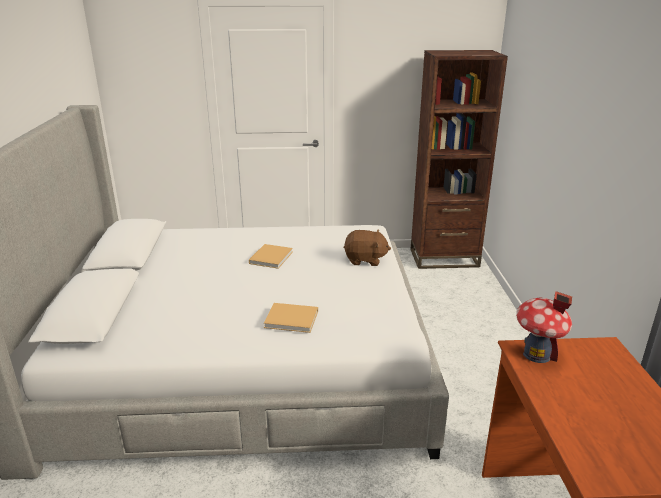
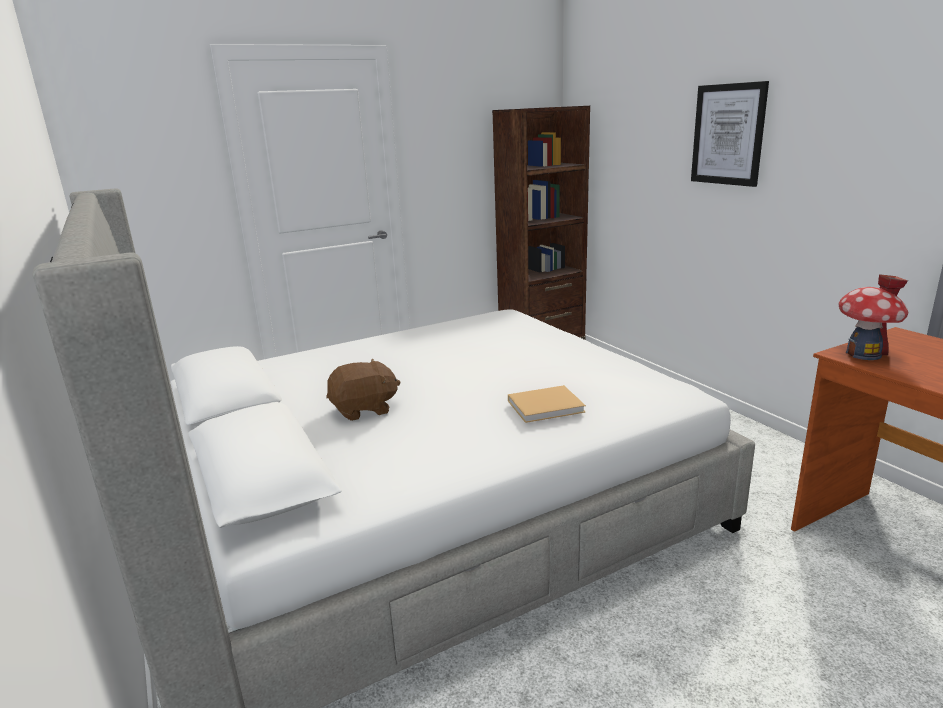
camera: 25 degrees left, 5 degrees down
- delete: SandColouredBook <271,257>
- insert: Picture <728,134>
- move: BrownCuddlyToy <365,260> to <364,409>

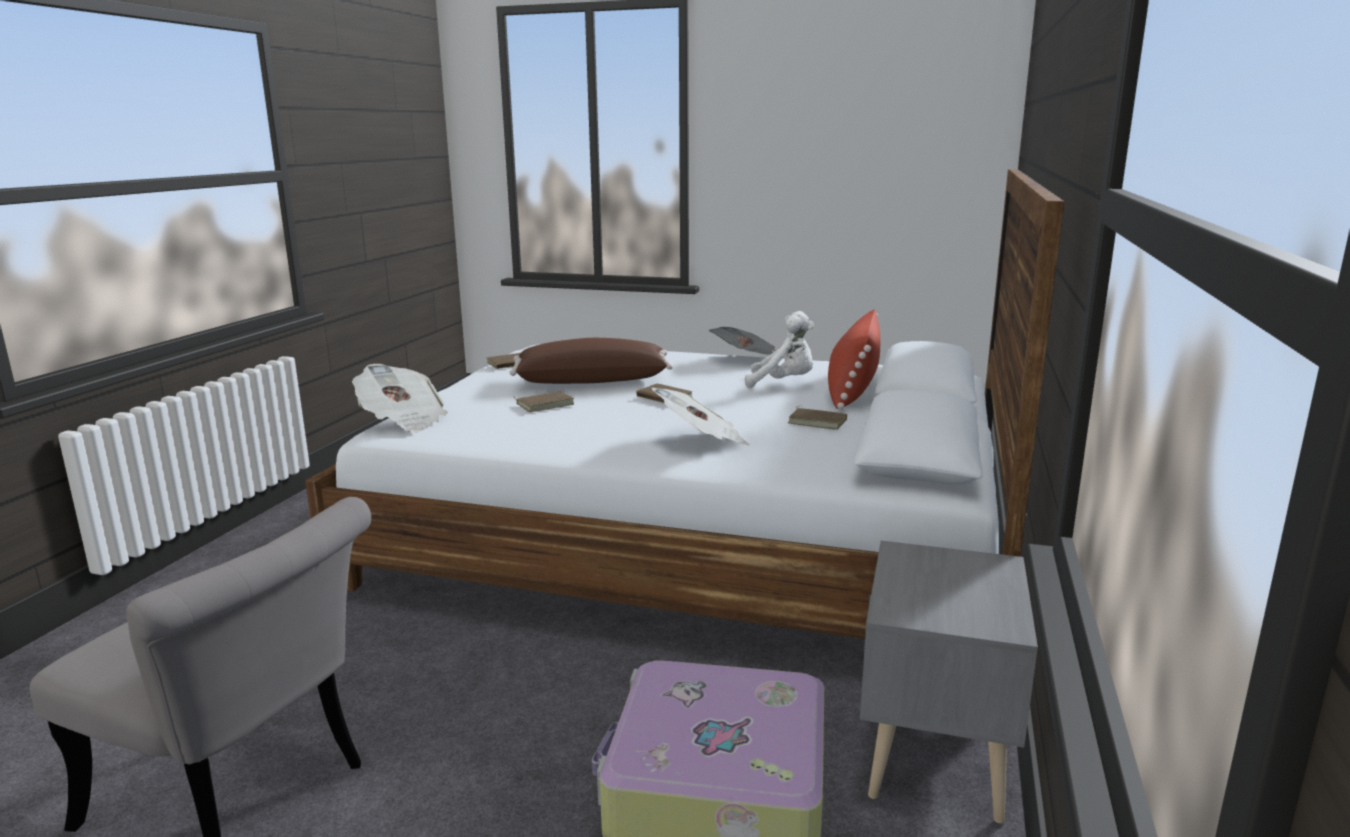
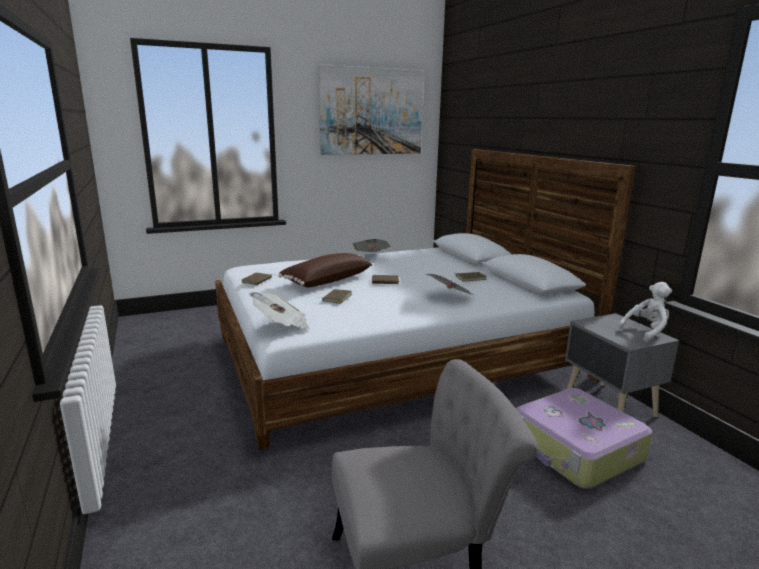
camera: 40 degrees left, 0 degrees up
- delete: RedThrowPillow <852,388>
- insert: Picture <371,111>
- move: WhiteColouredCuddlyToy <783,383> to <646,331>

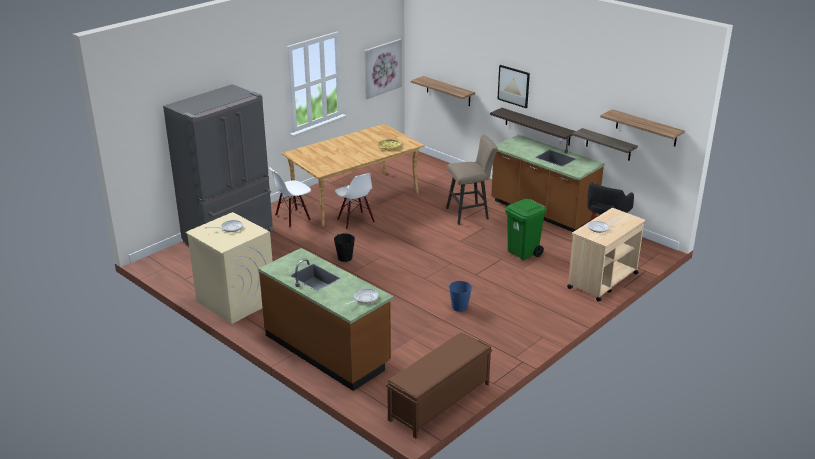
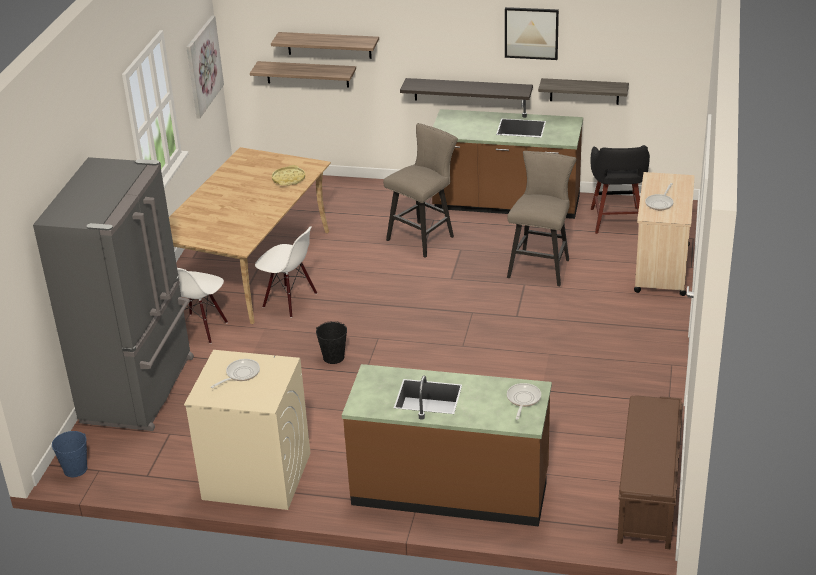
camera: 30 degrees left, 5 degrees up
- move: BluePail <459,307> to <75,469>
- move: Picture <513,86> to <531,33>
- move: BracketShelf <646,128> to <329,45>
- replace: GreenTrashCan <523,253> to SandColouredStool <541,266>

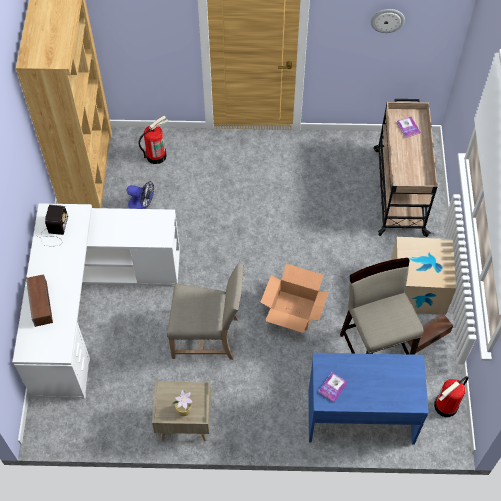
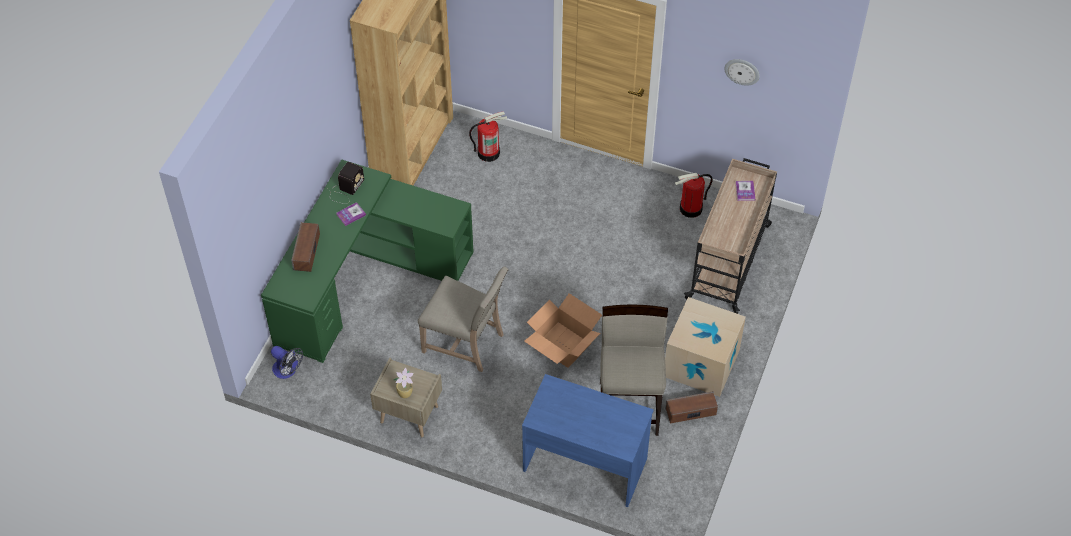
camera: 20 degrees right, 5 degrees down
- move: Fan <142,205> to <287,371>
- move: Book <332,387> to <351,214>
- move: Extinguisher <446,406> to <691,209>
- recolor: WhiteColouredDesk <90,303> to GreenDesk <363,277>

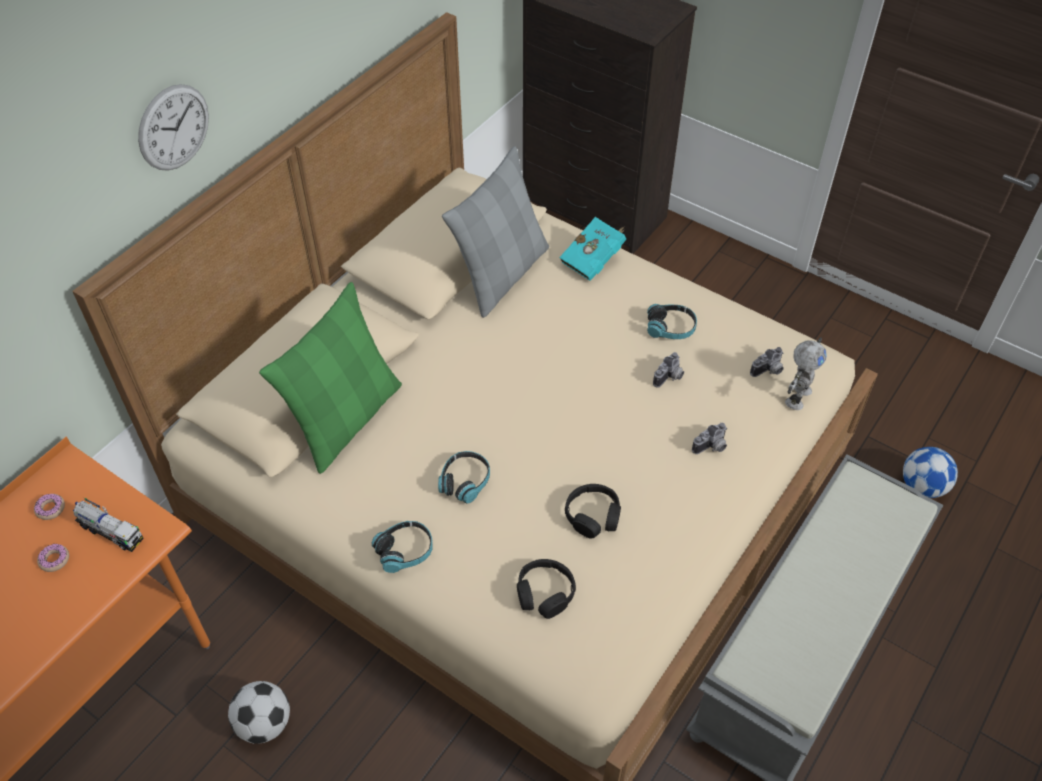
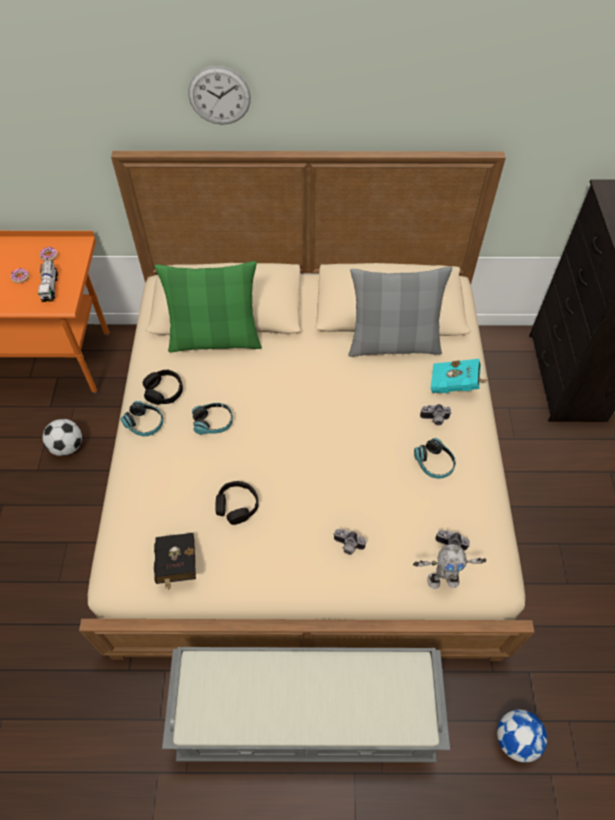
camera: 55 degrees right, 5 degrees up
- insert: BlackBook <177,566>
- move: BlackPairOfHeadphones <545,593> to <164,391>
- move: StillCamera <670,378> to <434,420>

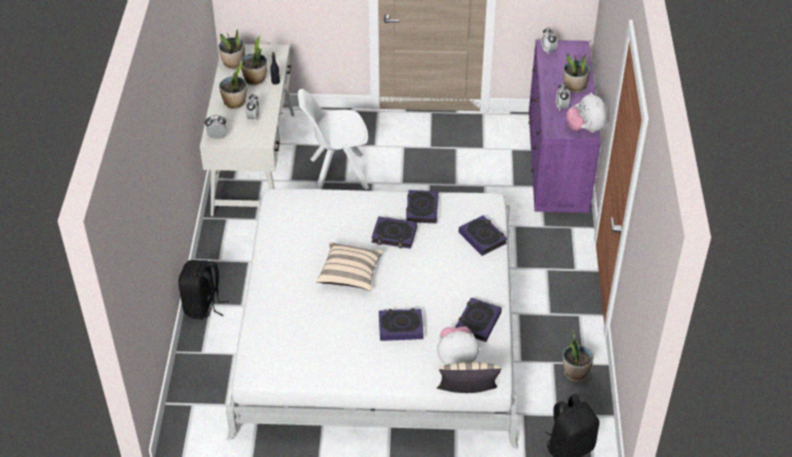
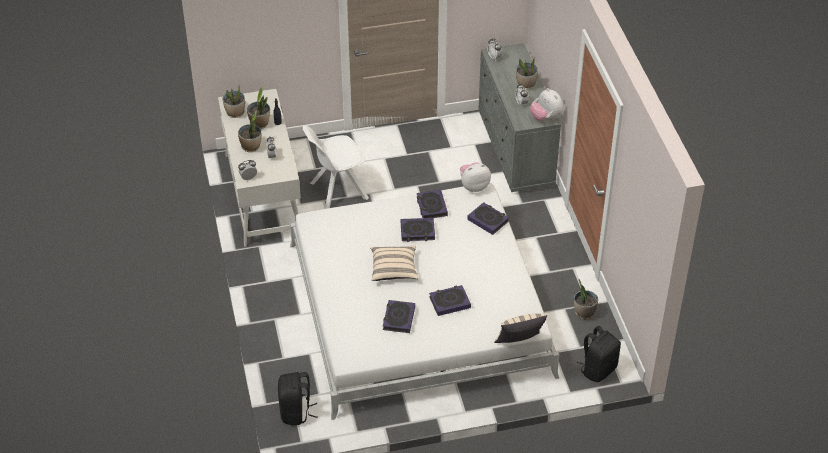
camera: 15 degrees left, 0 degrees up
- move: BlackRucksack <203,306> to <296,412>
- move: CuddlyToy <456,358> to <474,186>
- move: Book <478,322> to <398,318>
- recolor: PurpleColouredChestOfDrawers <557,164> to GreyishChestOfDrawers <515,149>

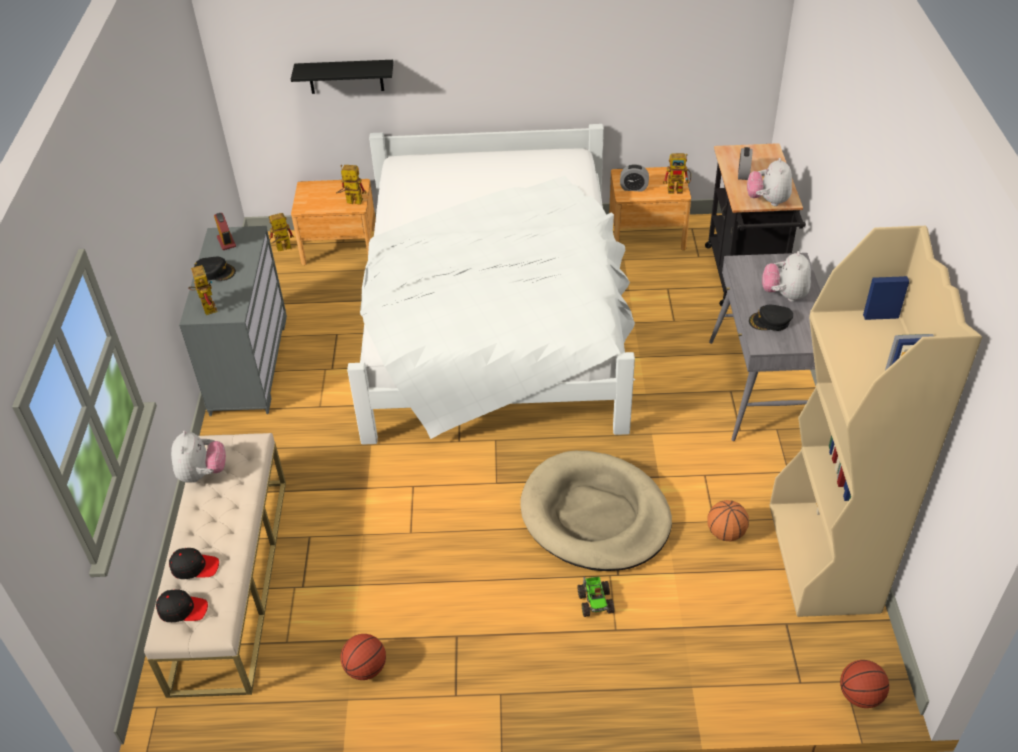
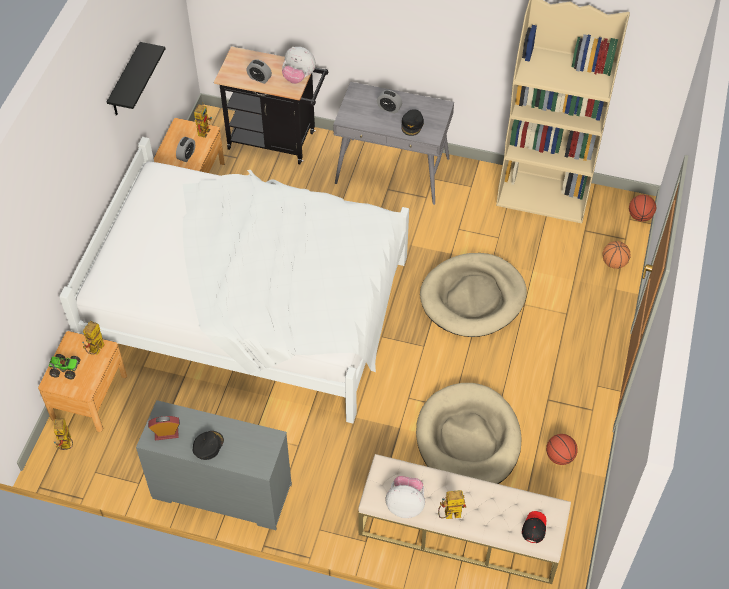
camera: 75 degrees left, 10 degrees up
- delete: BlackBaseballCap <194,567>
- insert: SandColouredPetBed <468,439>
- move: ToyRobot <206,306> to <449,515>
- move: BlackBracketShelf <346,76> to <125,81>
- move: ModelTruck <595,602> to <65,369>
- move: BasketballBall <725,533> to <614,263>
- replace: CuddlyToy <784,295> to BedsideClock <389,108>

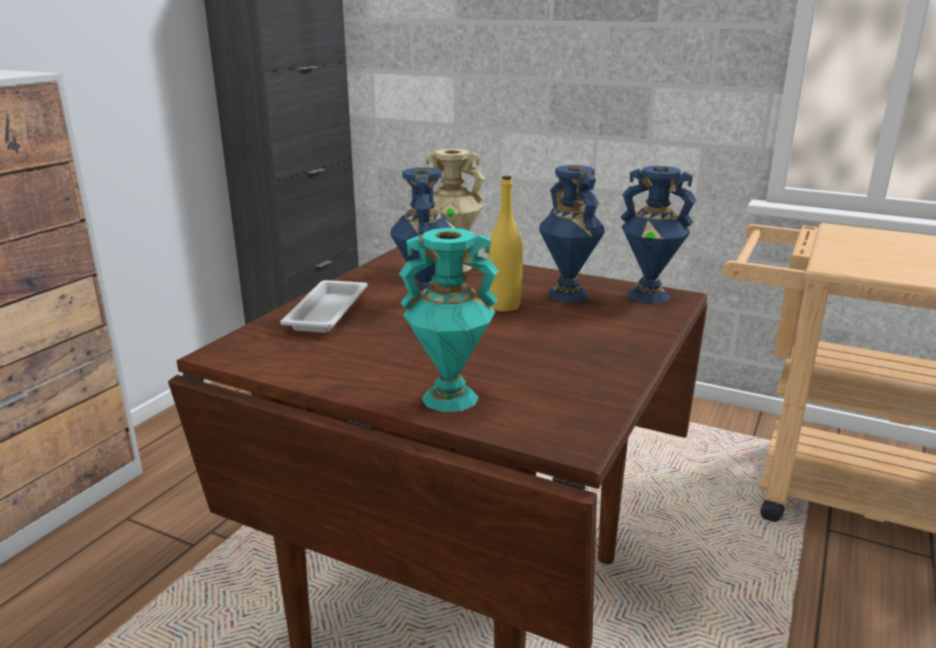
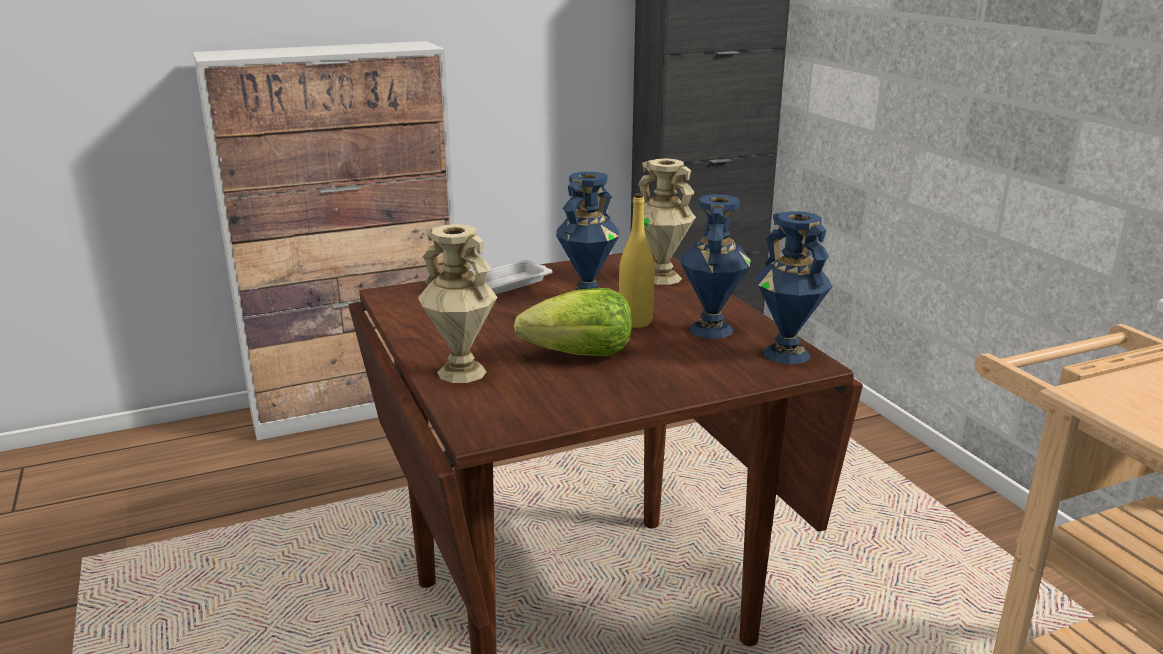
camera: 40 degrees right, 0 degrees up
- insert: Lettuce <580,355>
- recolor: TurquoiseColouredFlowerVase <449,398> to SandColouredFlowerVase <460,372>

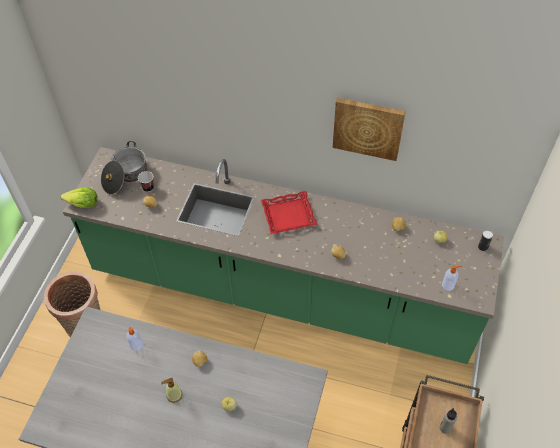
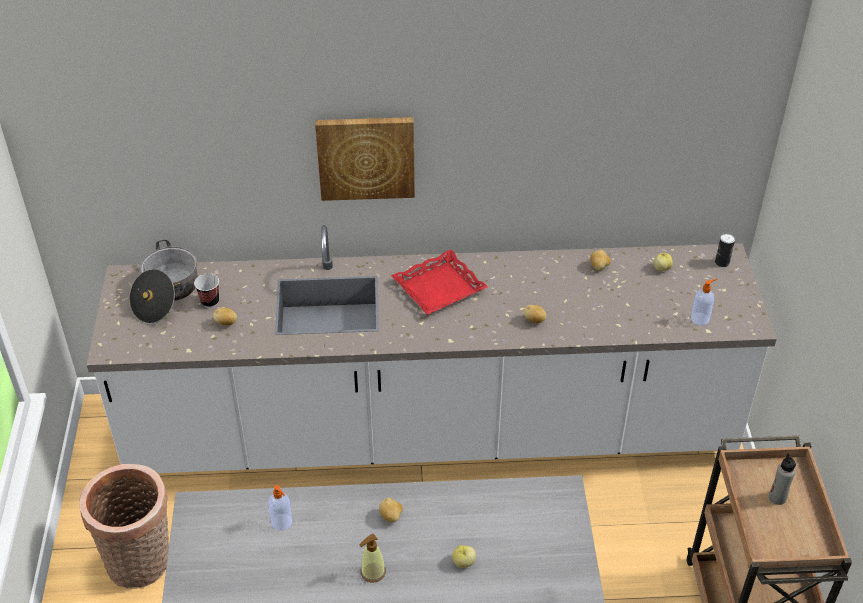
camera: 20 degrees left, 10 degrees down
- delete: Lettuce <82,204>
- move: Picture <368,128> to <366,157>
- recolor: GreenCounter <281,292> to WhiteColouredCounter <431,433>

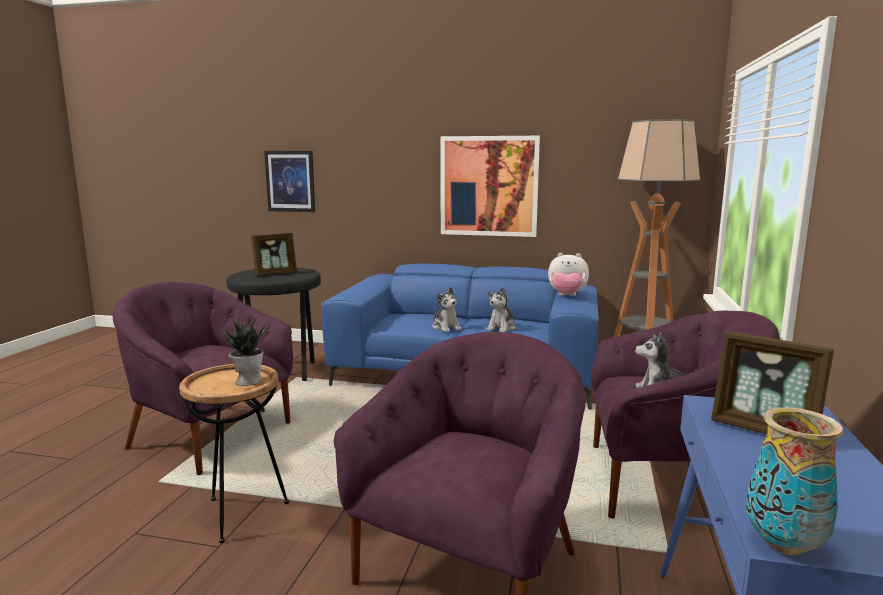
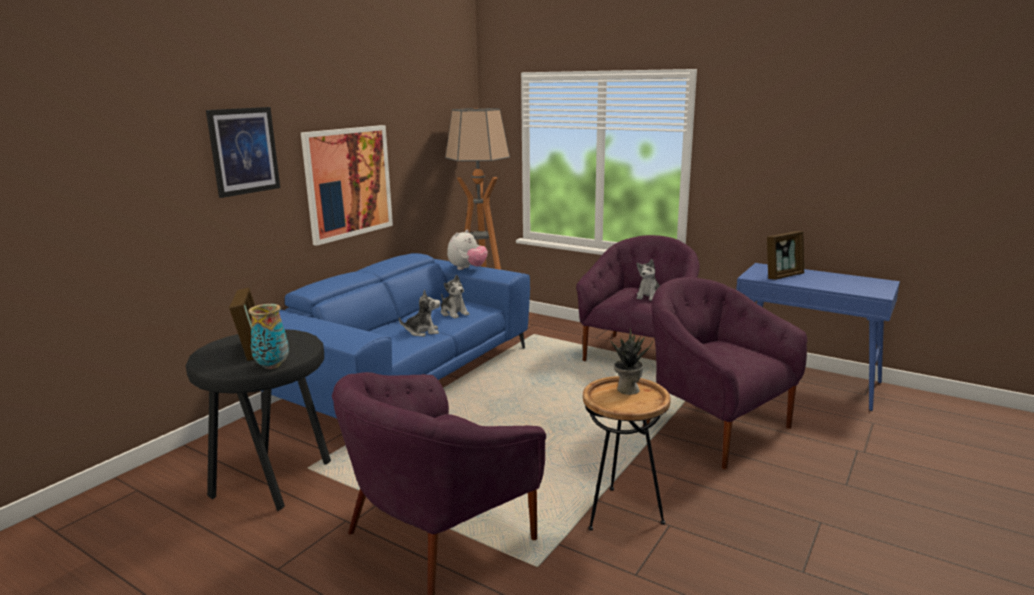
camera: 70 degrees left, 5 degrees up
- move: Picture <290,181> to <244,151>
- move: FlowerVase <783,544> to <272,366>

